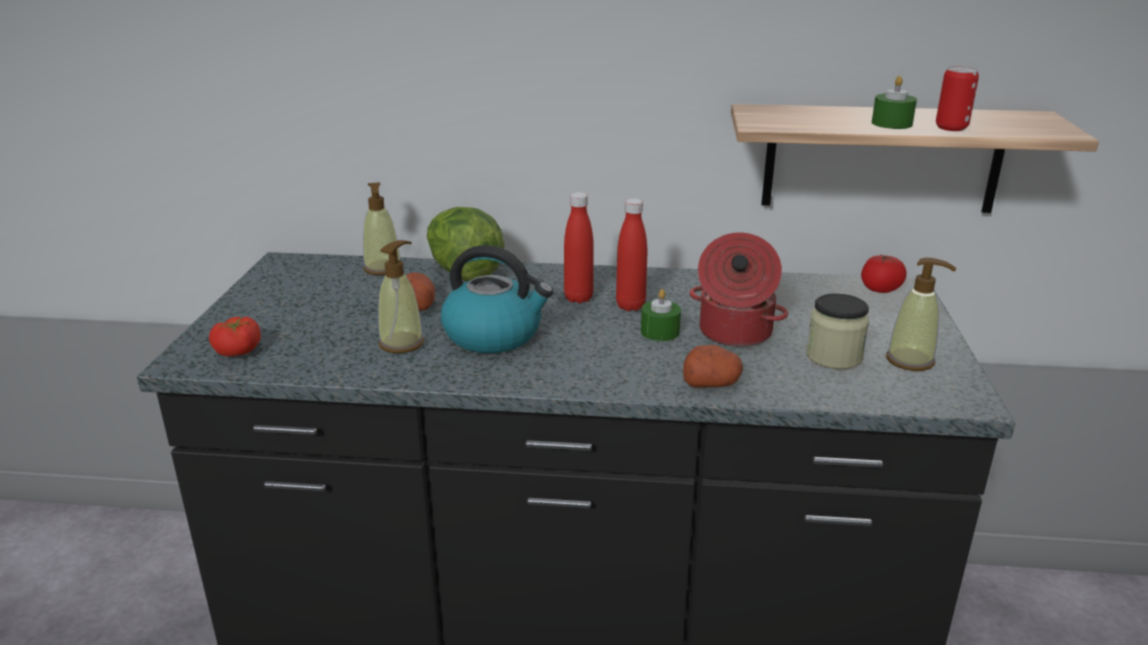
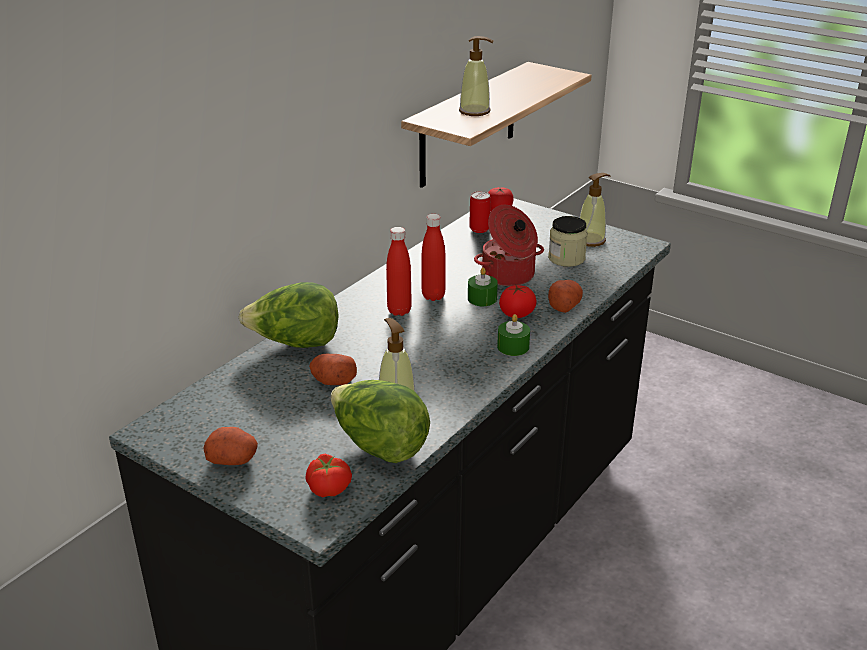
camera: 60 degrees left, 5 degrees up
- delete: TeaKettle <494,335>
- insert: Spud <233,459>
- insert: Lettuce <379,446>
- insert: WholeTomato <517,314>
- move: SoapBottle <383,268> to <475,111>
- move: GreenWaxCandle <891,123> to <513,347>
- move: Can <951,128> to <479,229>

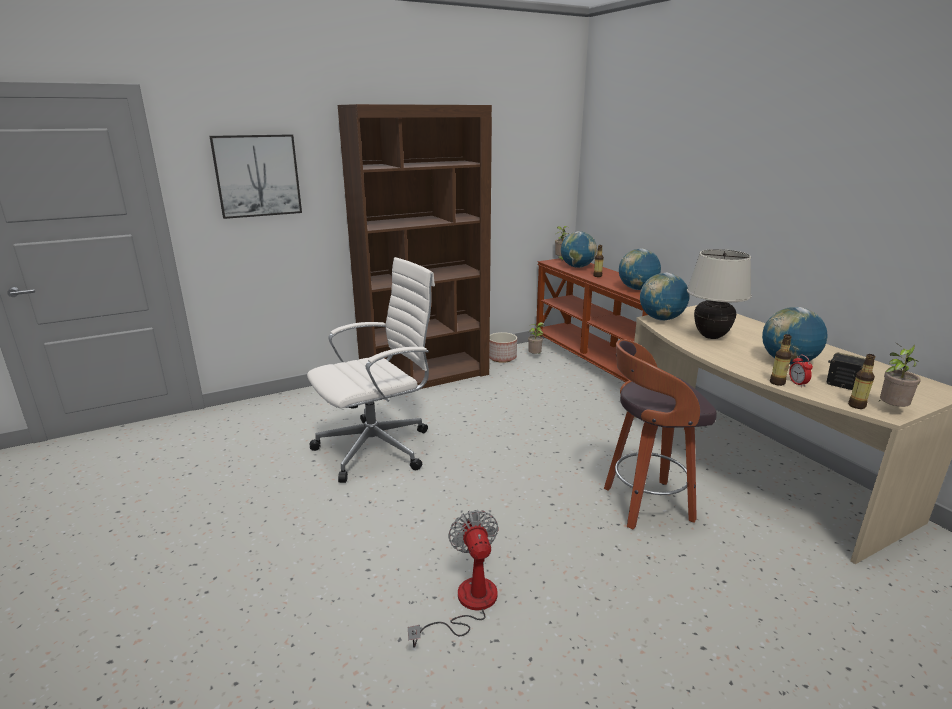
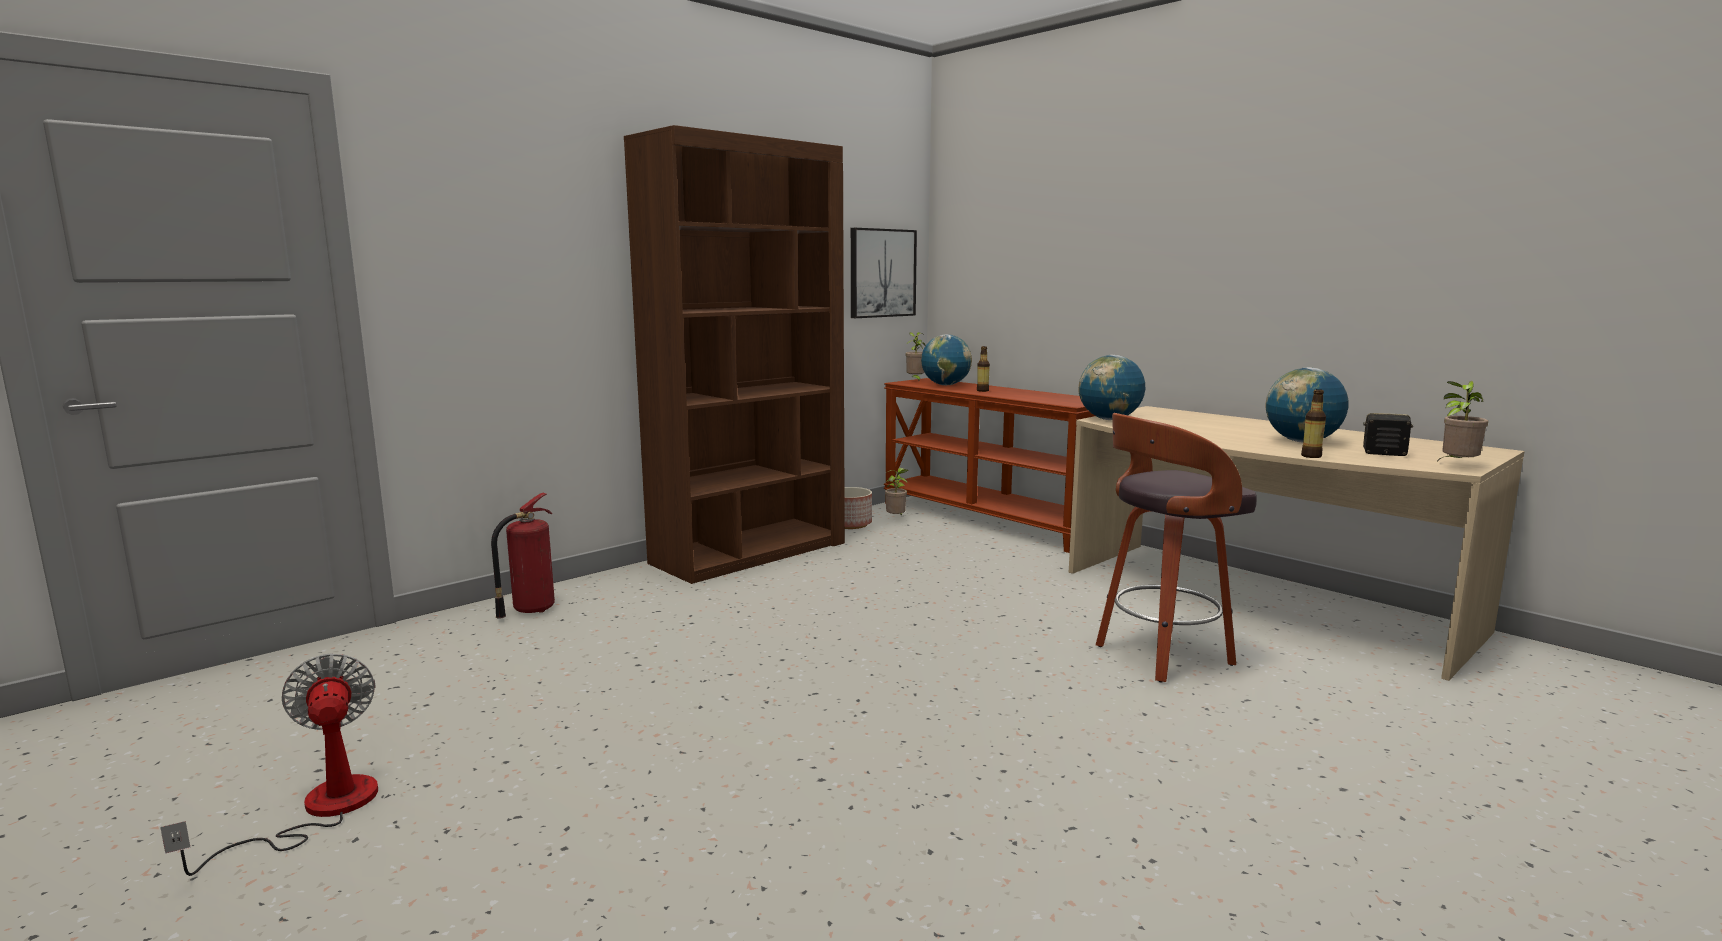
camera: 15 degrees left, 10 degrees down
- delete: WhiteColouredOfficeChair <378,448>
- delete: WorldGlobe <637,289>
- delete: SandColouredLampForATable <710,336>
- delete: BedsideClock <797,383>
- delete: BeverageBottle <856,405>
- insert: Extinguisher <531,610>
- move: Picture <257,176> to <882,273>
- move: Fan <467,604> to <318,811>

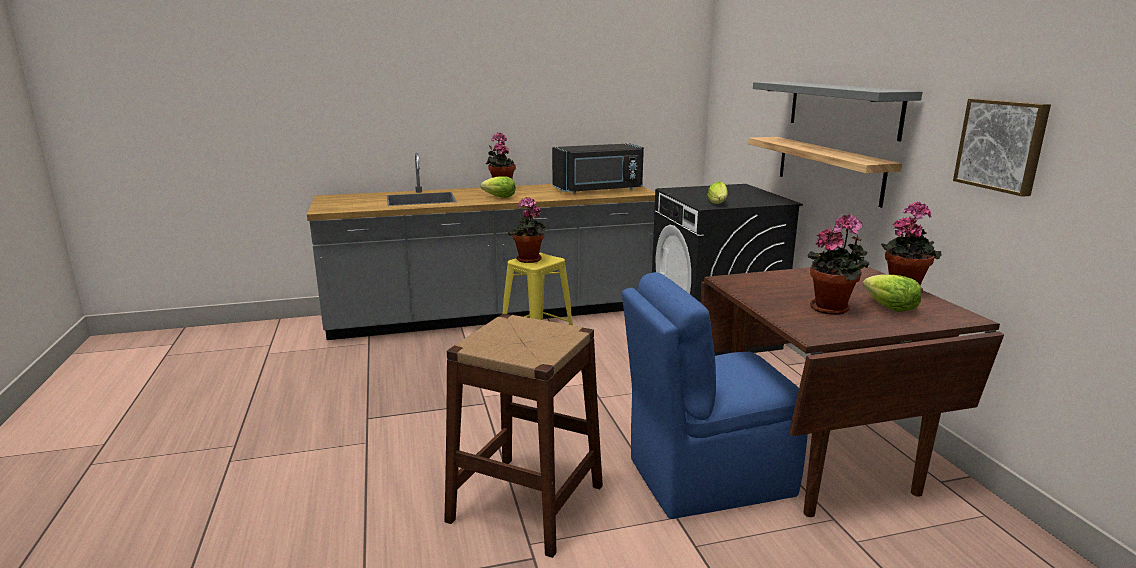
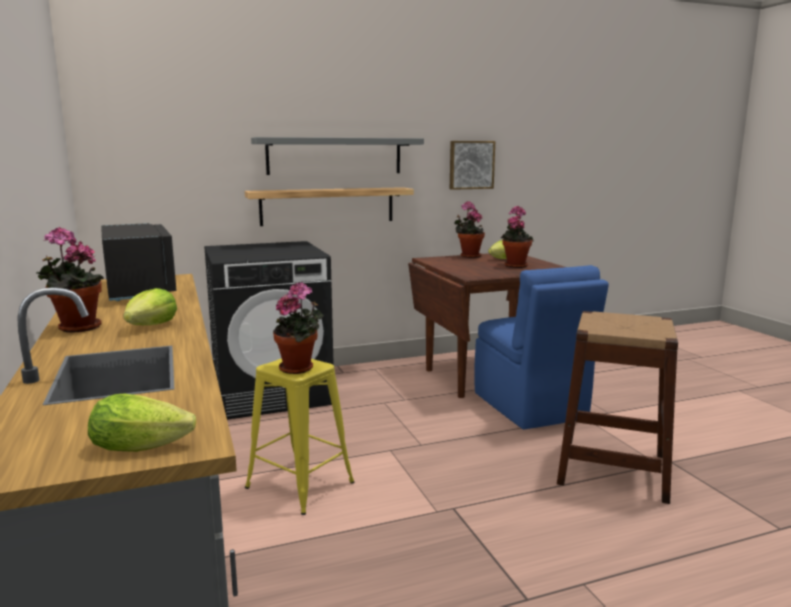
camera: 95 degrees left, 5 degrees down
- move: Lettuce <718,204> to <146,446>

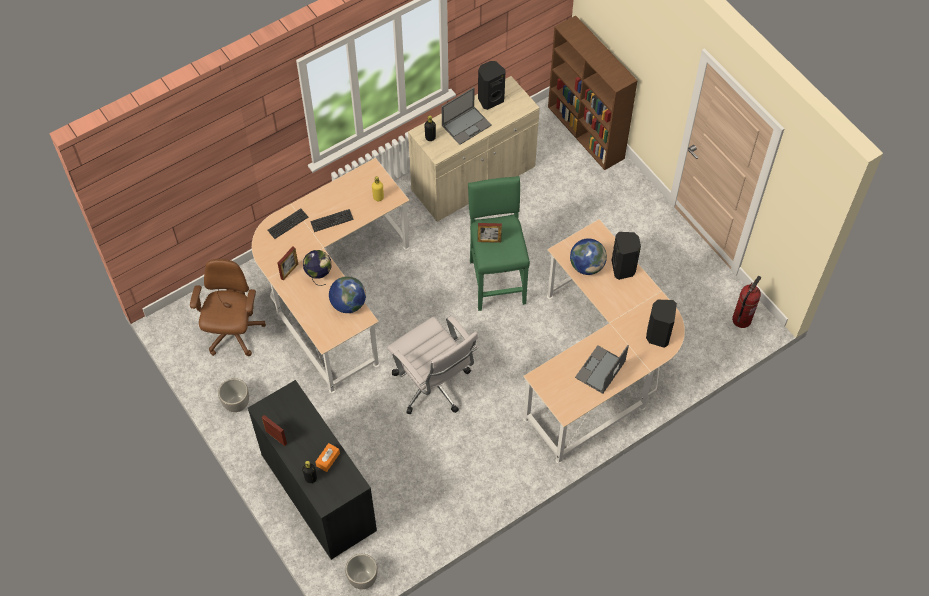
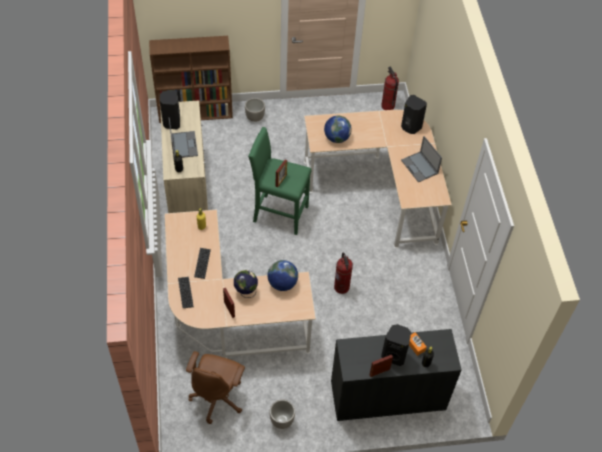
camera: 65 degrees left, 5 degrees down
- move: PlantPot <362,578> to <254,118>
- move: BlackSpeaker <623,268> to <394,355>
- replace: WhiteColouredOfficeChair <434,387> to Extinguisher <341,287>
- rotate: BrownOfficeChair <233,333> = <218,397> 105 degrees counterclockwise

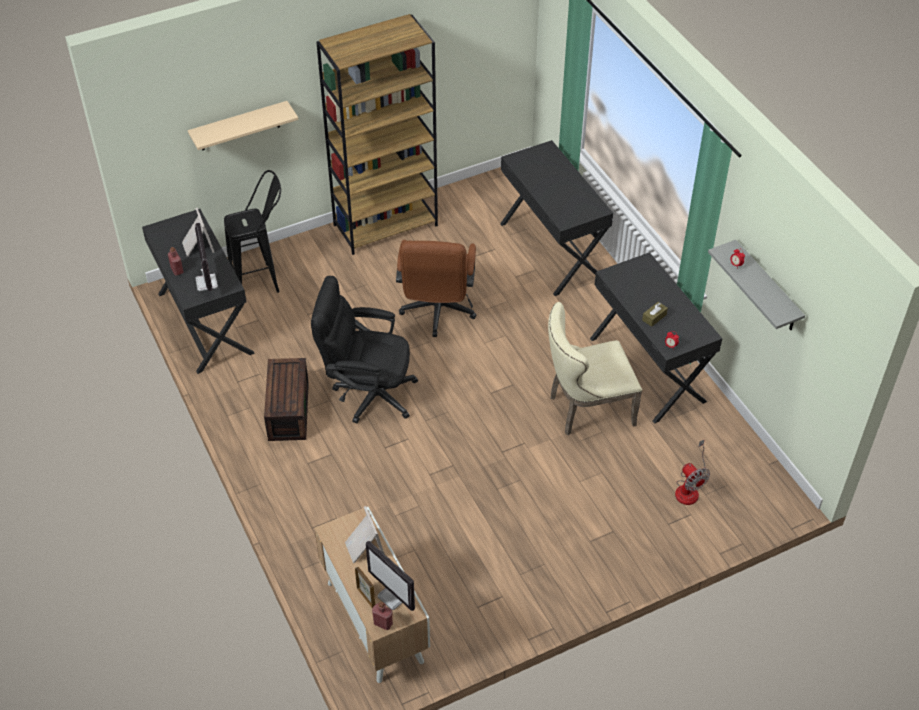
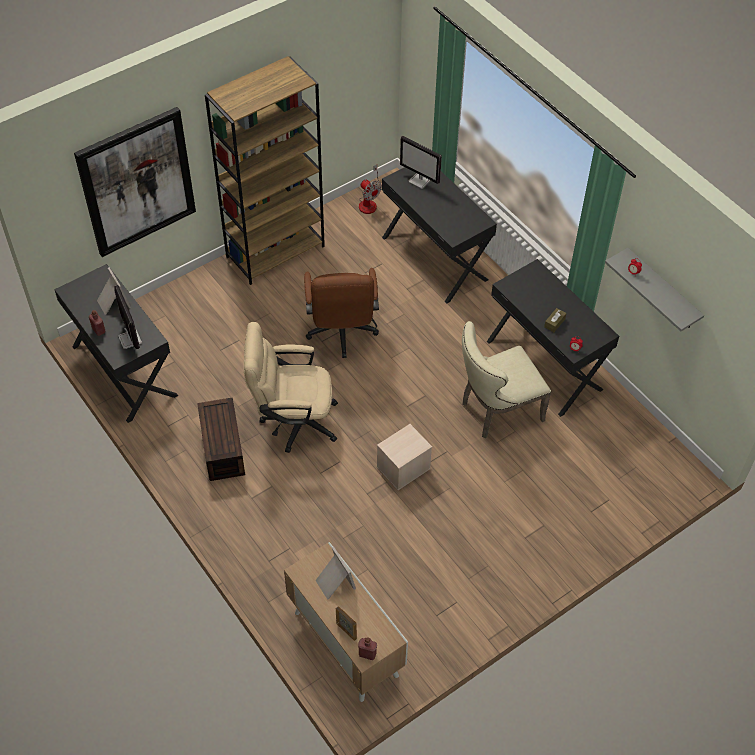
camera: 10 degrees left, 5 degrees up
- delete: BlackStool <263,280>
- insert: SandColouredStorageBin <403,468>
- move: Monitor <394,596> to <420,181>
- move: Fan <689,488> to <369,202>
- replace: SandColouredBracketShelf <239,126> to Picture <137,182>
- recolor: BlackOfficeChair <367,393> to SandColouredOfficeChair <293,421>

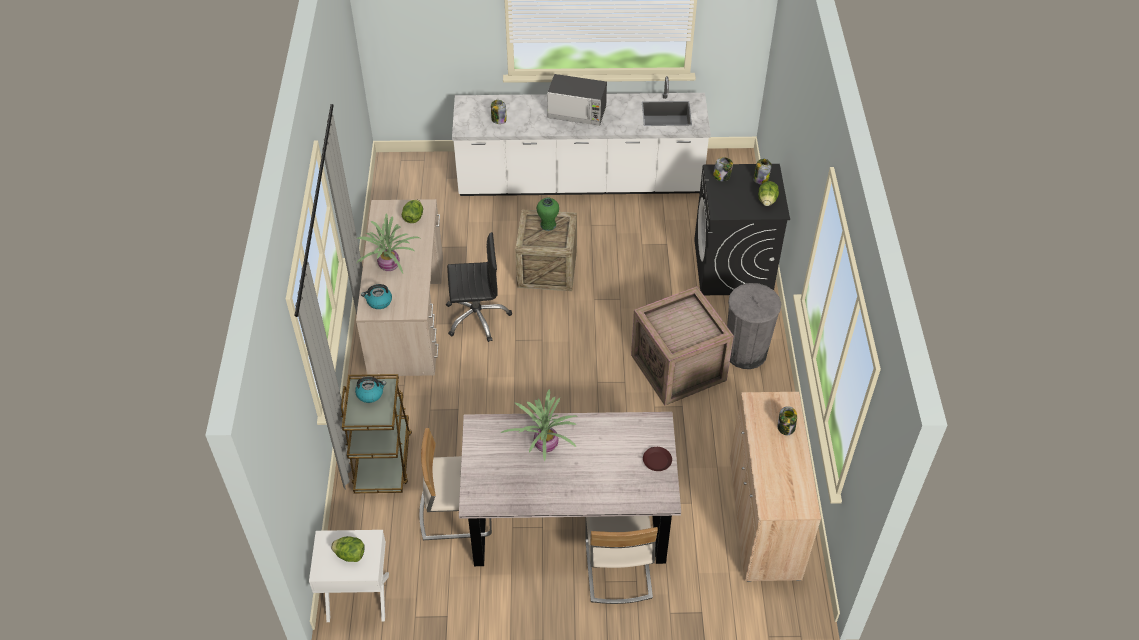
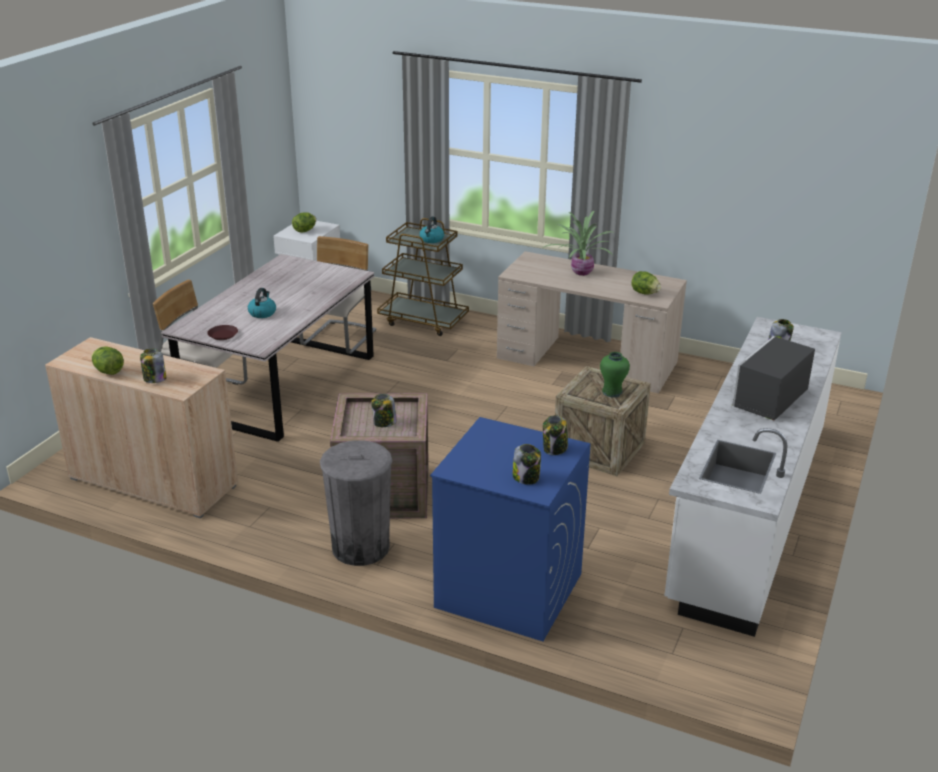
camera: 115 degrees right, 20 degrees down
- delete: BlackOfficeChair <477,317>
- delete: Houseplant <544,445>
- insert: StorageJar <384,423>
- move: TeaKettle <379,302> to <262,313>
- move: Lettuce <767,201> to <108,371>
- recolor: BlackWashingMachine <733,267> to BlueWashingMachine <507,590>

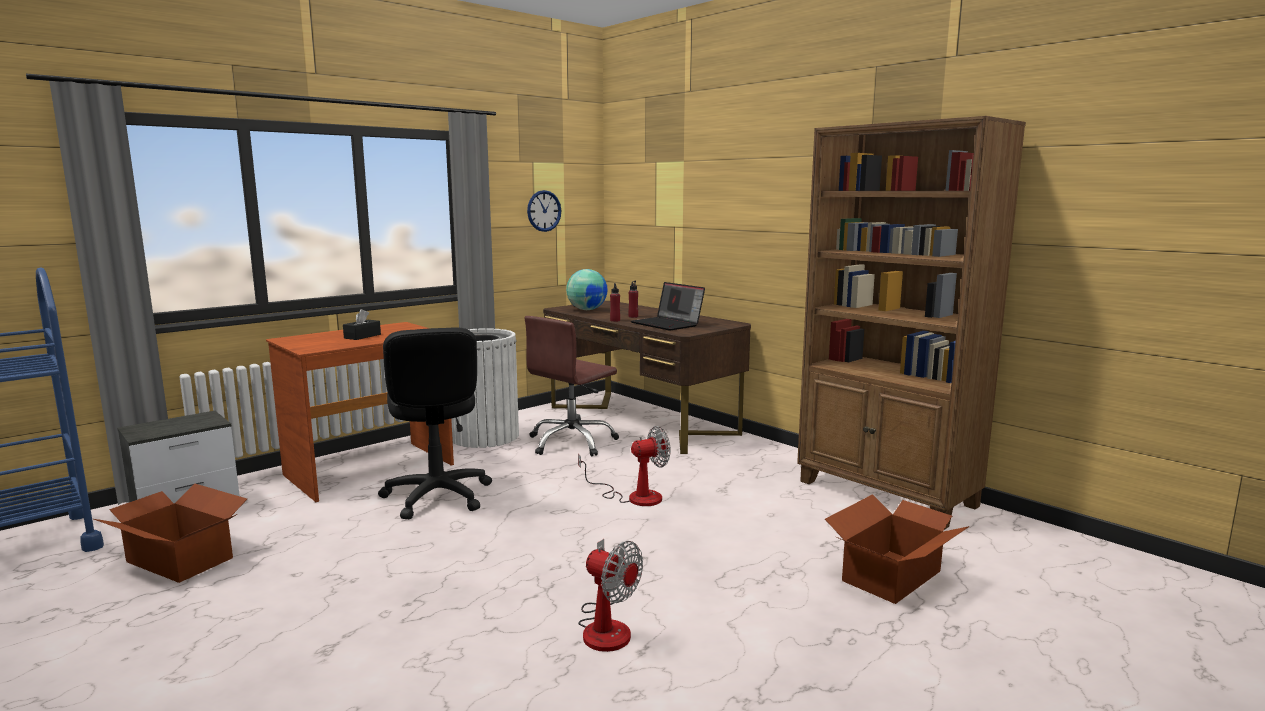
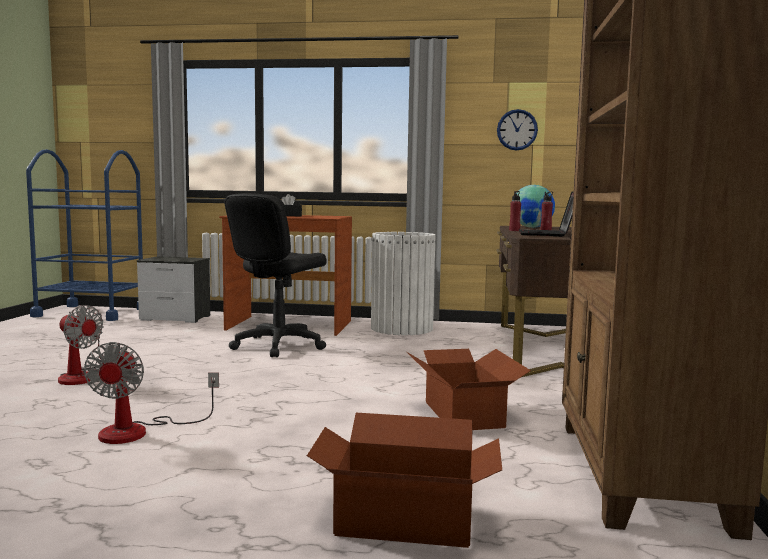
camera: 50 degrees right, 5 degrees down
- delete: BrownOfficeChair <572,442>
- move: CardboardBox <180,559> to <464,414>
- move: Fan <634,496> to <81,376>

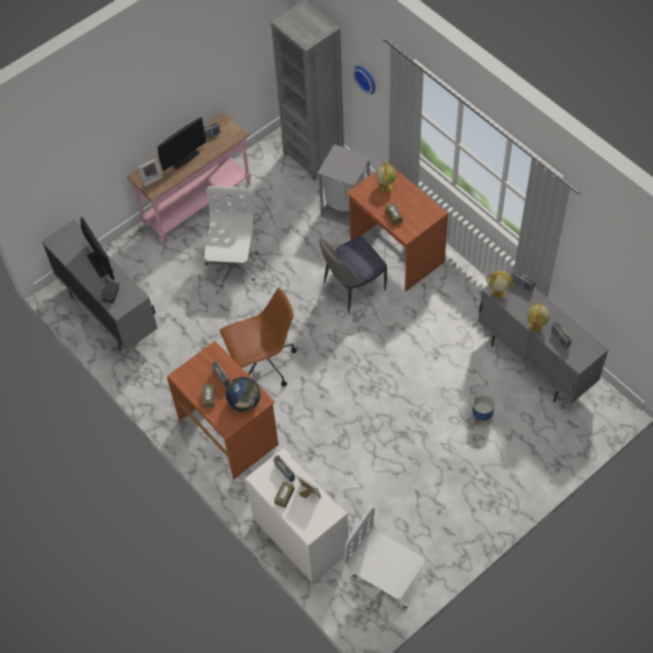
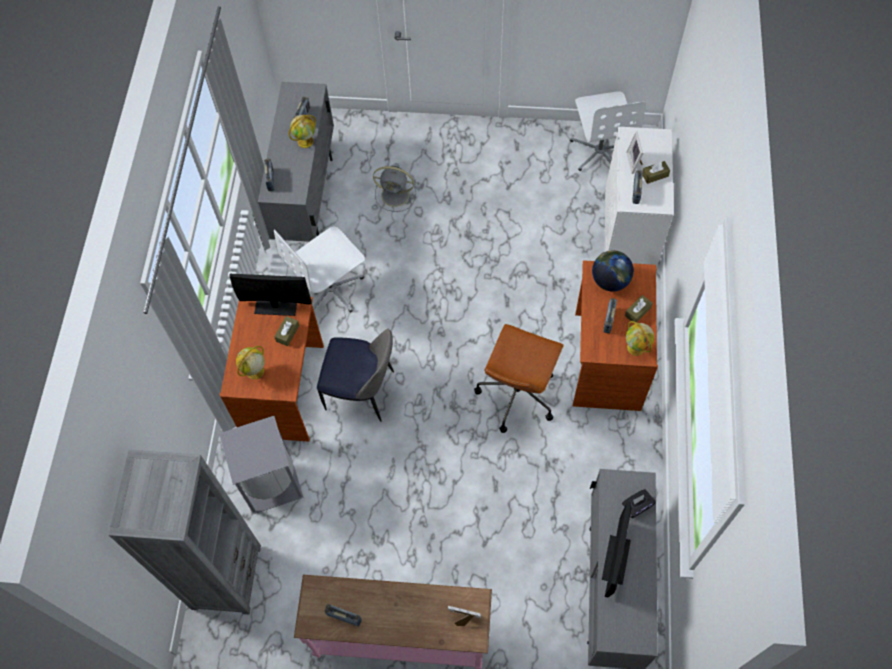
camera: 135 degrees left, 5 degrees up
- delete: ClockOnTheWall <366,78>
- move: Monitor <183,157> to <276,306>
- move: WhiteColouredOfficeChair <233,266> to <331,289>
- move: WorldGlobe <498,292> to <636,348>
- replace: PlantPot <481,417> to GreyishFan <396,195>
- rotate: BrownOfficeChair <263,364> = <517,394> 90 degrees counterclockwise

